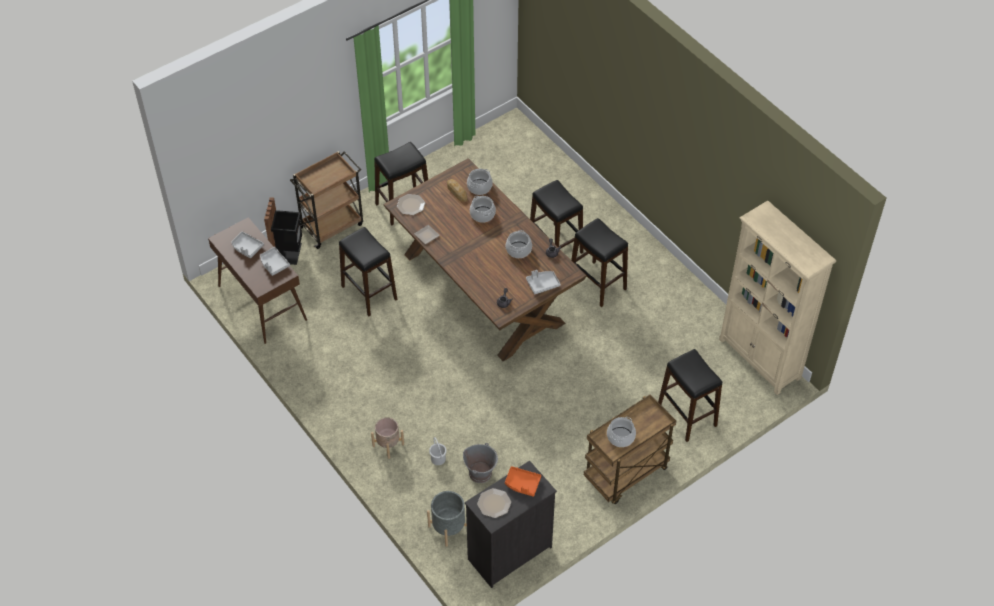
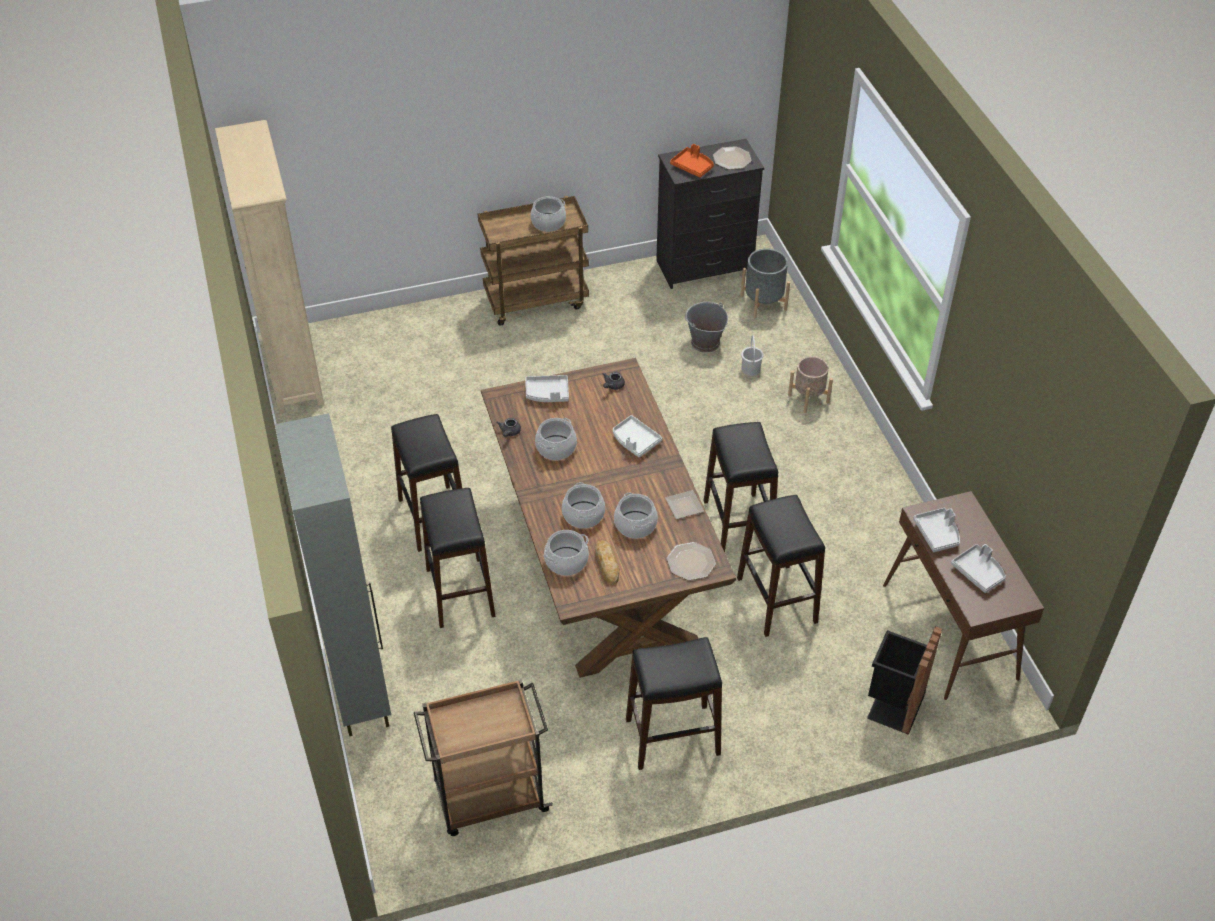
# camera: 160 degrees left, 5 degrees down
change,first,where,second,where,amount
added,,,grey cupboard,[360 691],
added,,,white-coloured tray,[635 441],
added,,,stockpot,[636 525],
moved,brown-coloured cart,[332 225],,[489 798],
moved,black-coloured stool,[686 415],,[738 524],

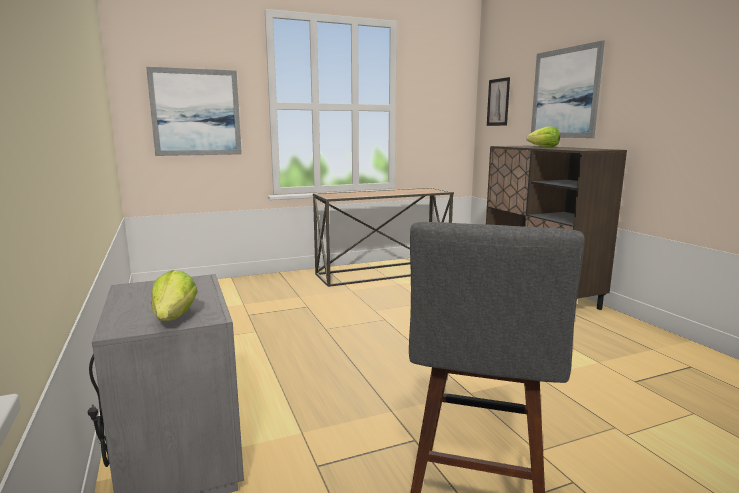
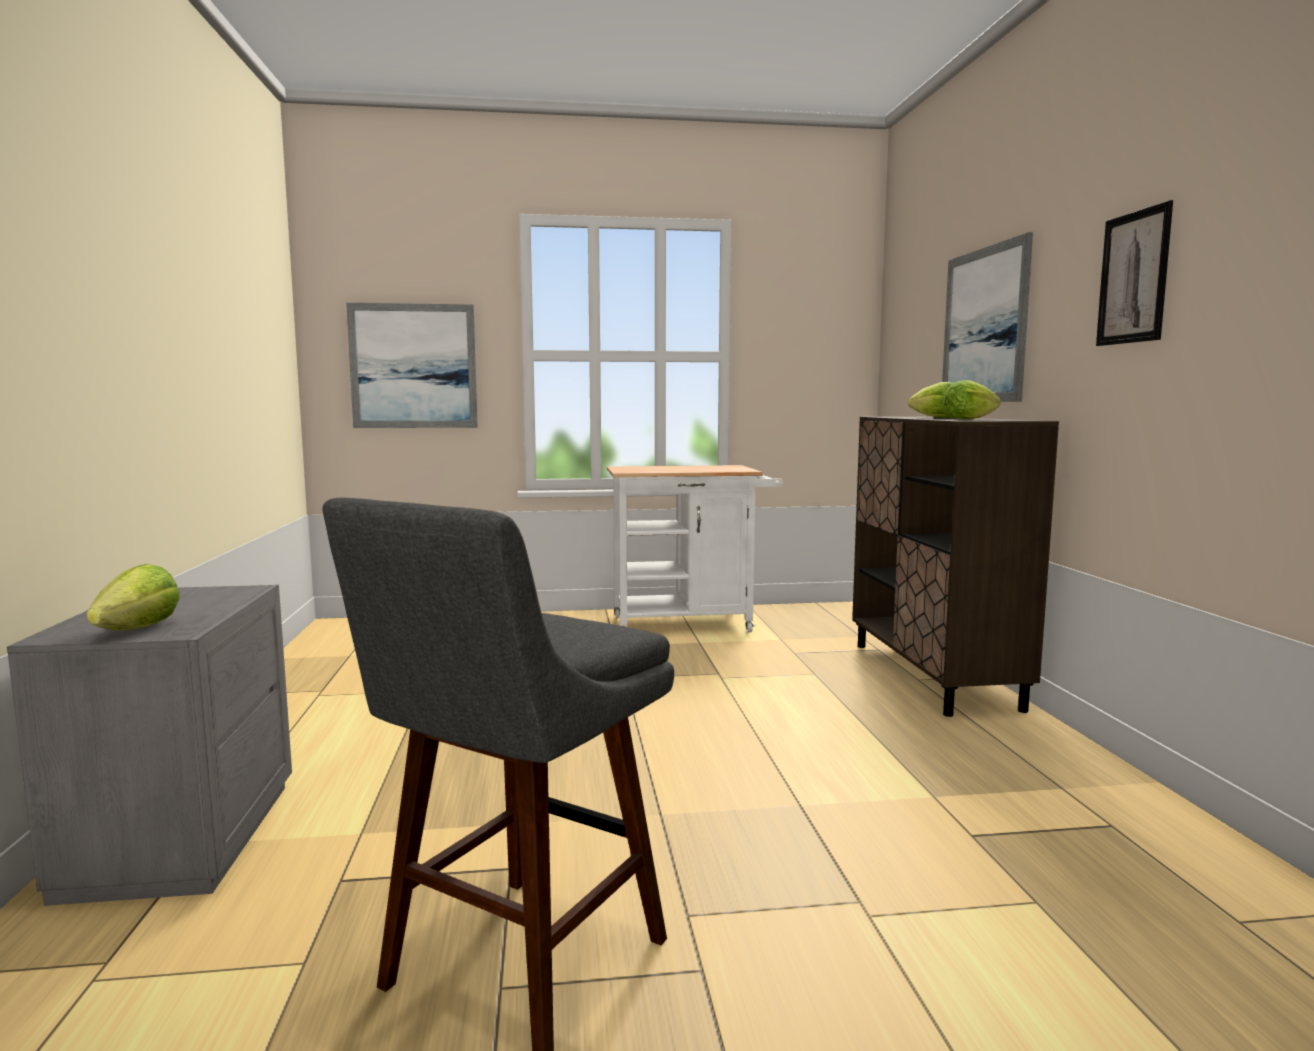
# camera: 15 degrees right, 5 degrees down
change,first,where,second,where,amount
added,,,lettuce,[968 419],
moved,picture,[498 102],,[1133 277],
replaced,hall table,[383 272],white-coloured cart,[691 623],

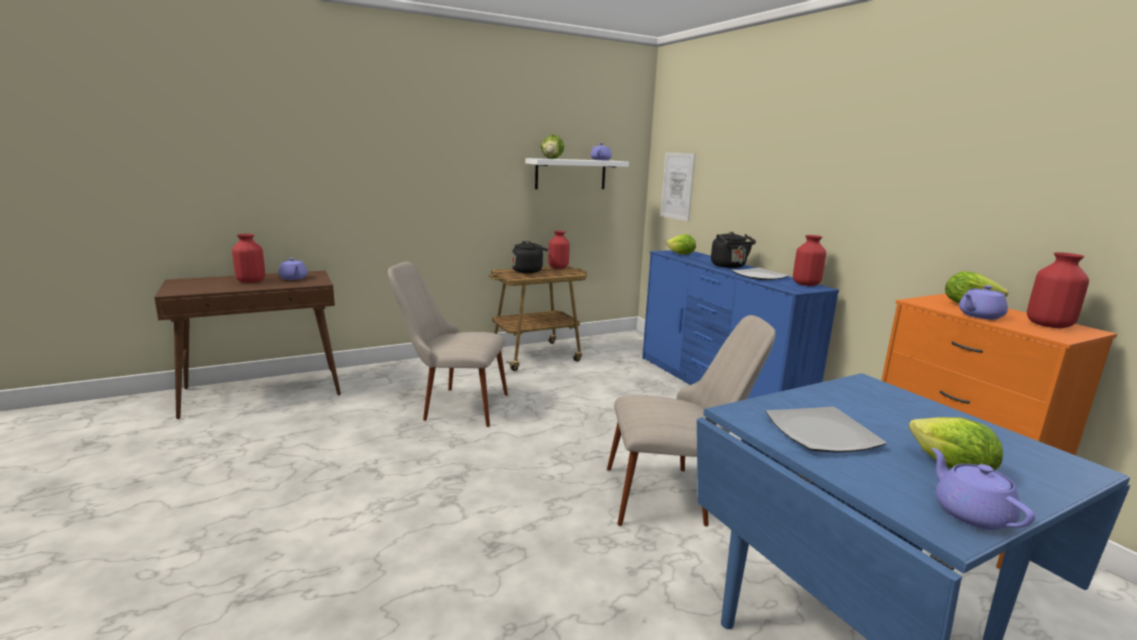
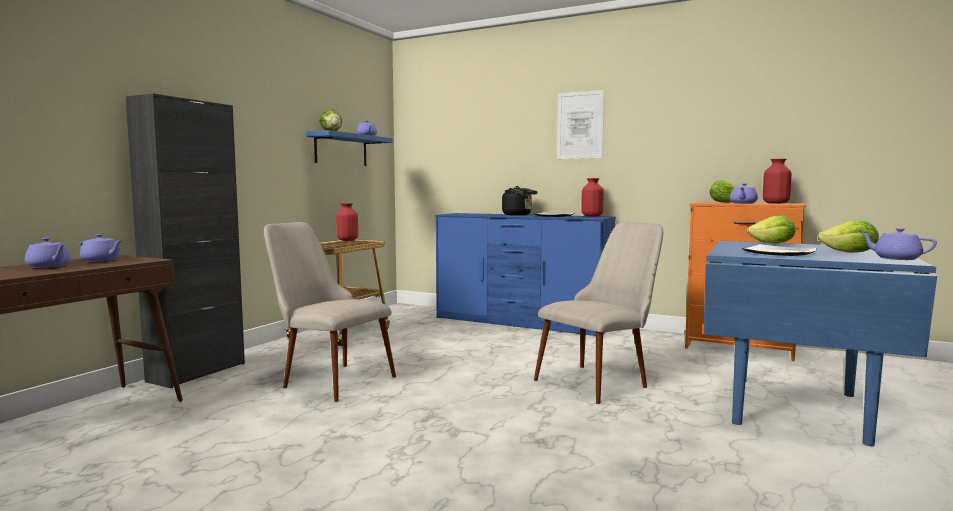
# camera: 35 degrees left, 10 degrees down
change,first,where,second,where,amount
removed,black-coloured kettle,[529 271],,,
added,,,black-coloured cupboard,[197 372],
moved,picture,[677 186],,[580 125],
moved,lettuce,[681 254],,[773 243],
replaced,red decorative vase,[251 281],purple-coloured teapot,[49 266],
recoloured,white-coloured bracket shelf,[570 174],bluish bracket shelf,[341 149],
turned,sand-coloured plain chair,[451 405],,[327 378],60 degrees clockwise

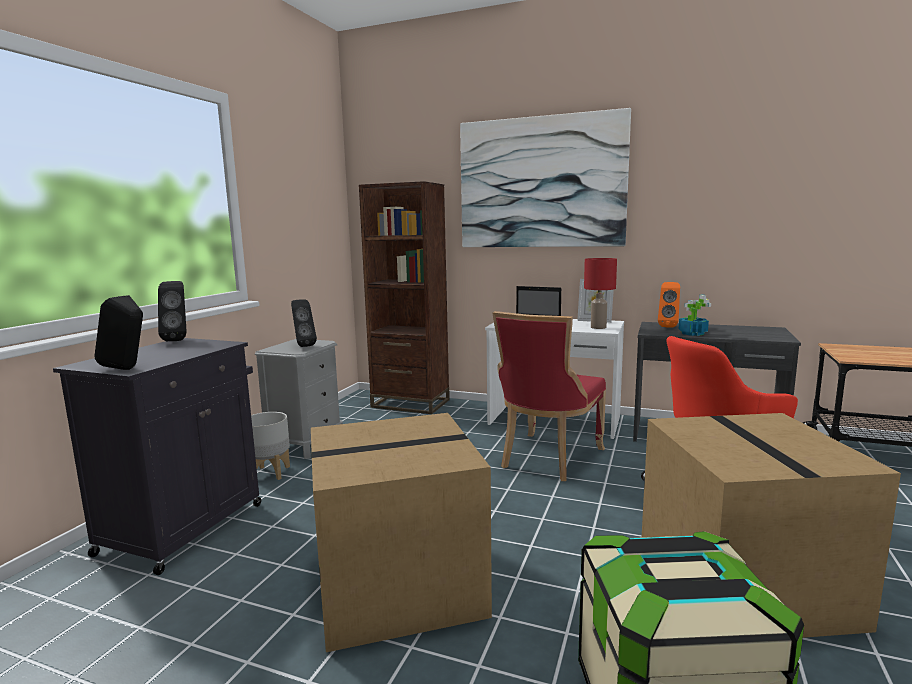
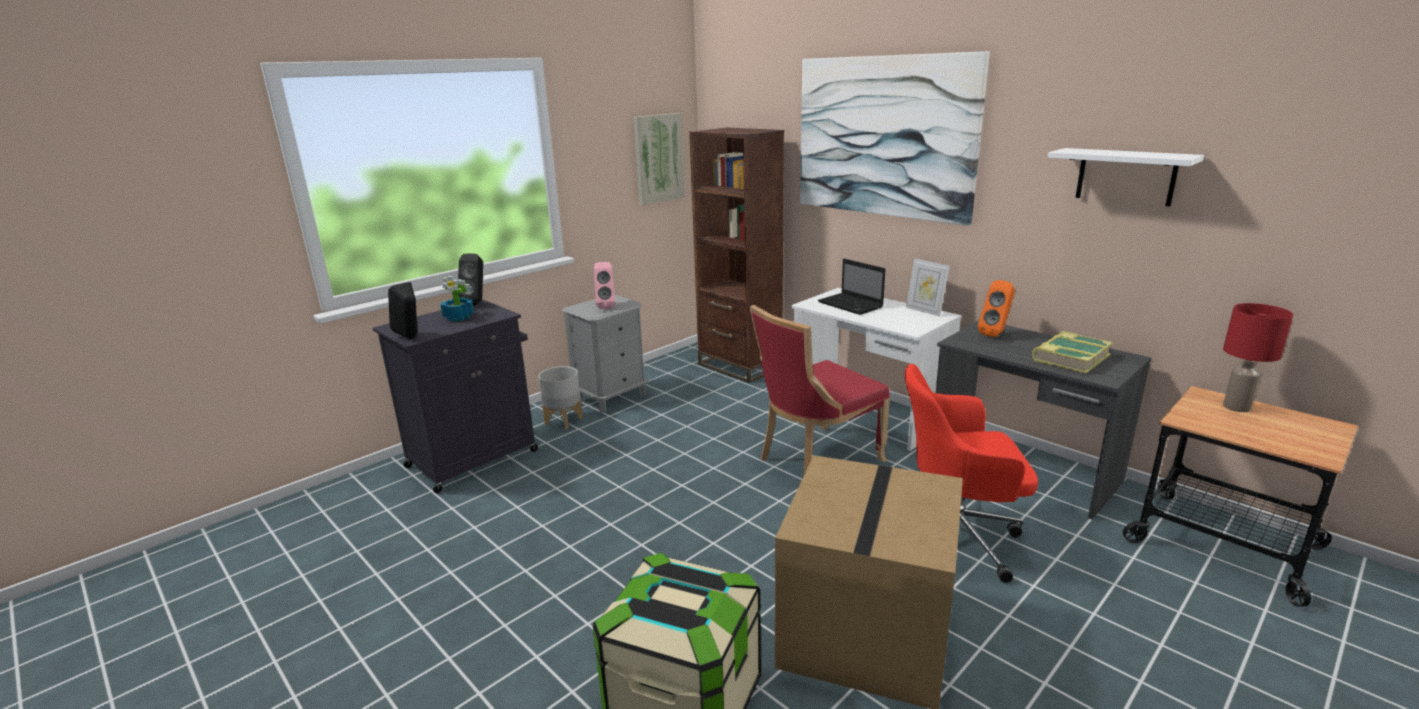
# camera: 25 degrees right, 10 degrees up
change,first,where,second,where,amount
removed,carton,[400 581],,,
added,,,picture,[658 158],
added,,,volume,[1070 358],
added,,,white-coloured bracket shelf,[1125 176],
moved,red table lamp,[598 327],,[1236 407],
moved,houseplant,[692 333],,[459 317],
recoloured,black-coloured audio speaker,[303 346],pink-coloured audio speaker,[606 306],

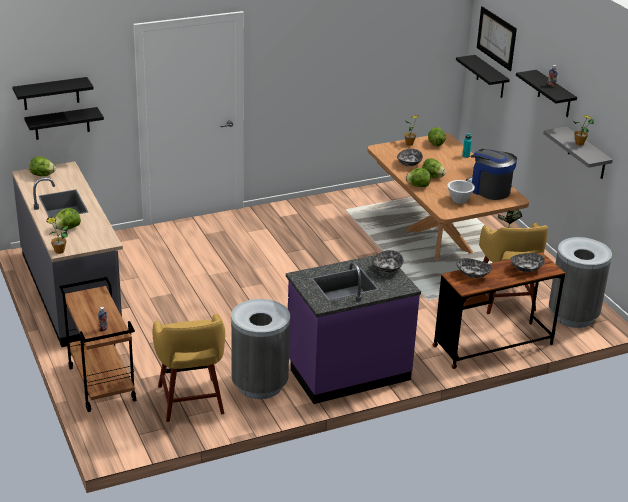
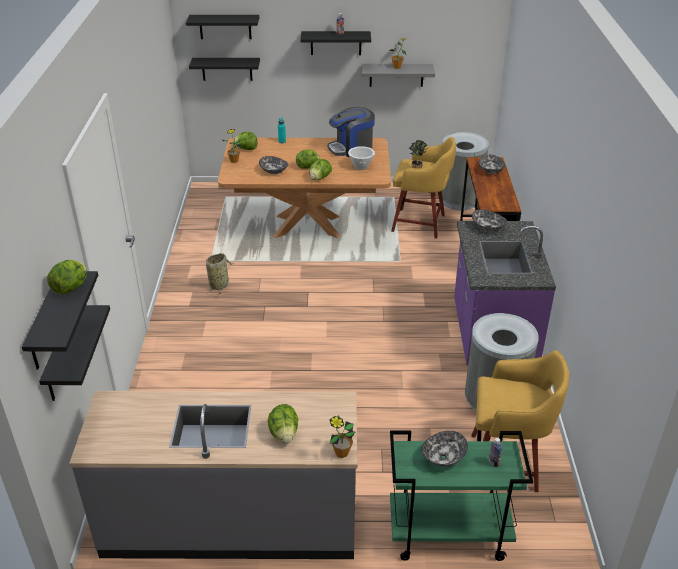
# camera: 65 degrees left, 5 degrees up
change,first,where,second,where,amount
added,,,storage basket,[219 284],
moved,lettuce,[42 175],,[71 288],
moved,serving bowl,[473 275],,[443 457],
replaced,picture,[496 38],black-coloured bracket shelf,[225 26],
recoloured,brown-coloured cart,[101 384],greenish cart,[447 535],

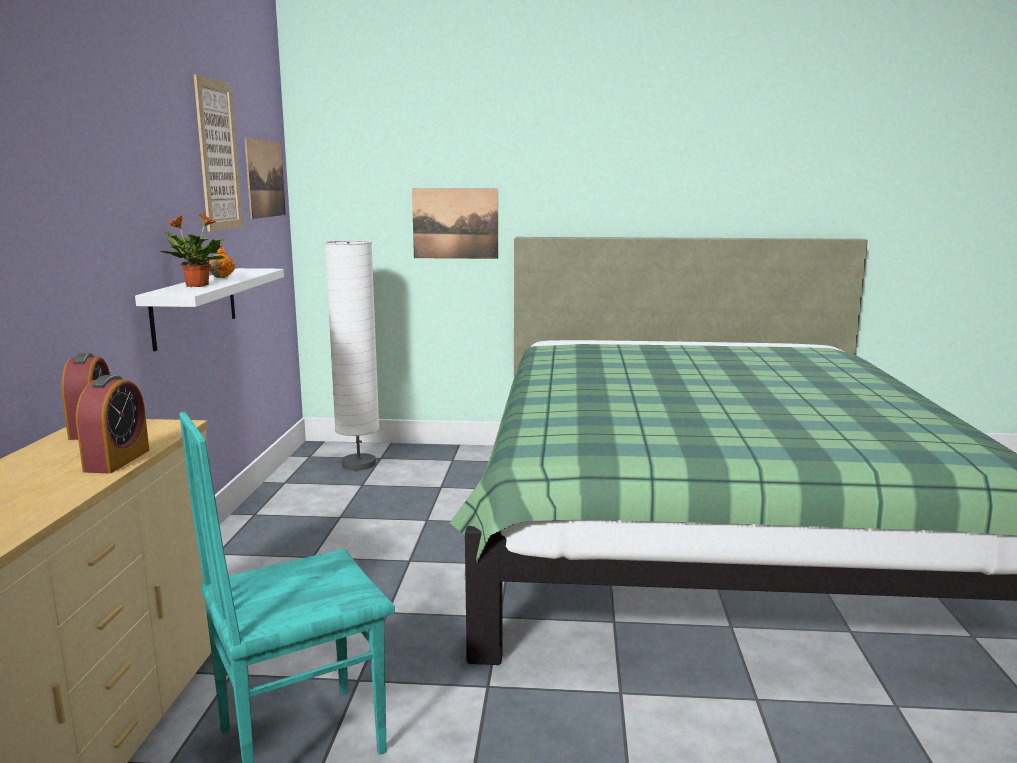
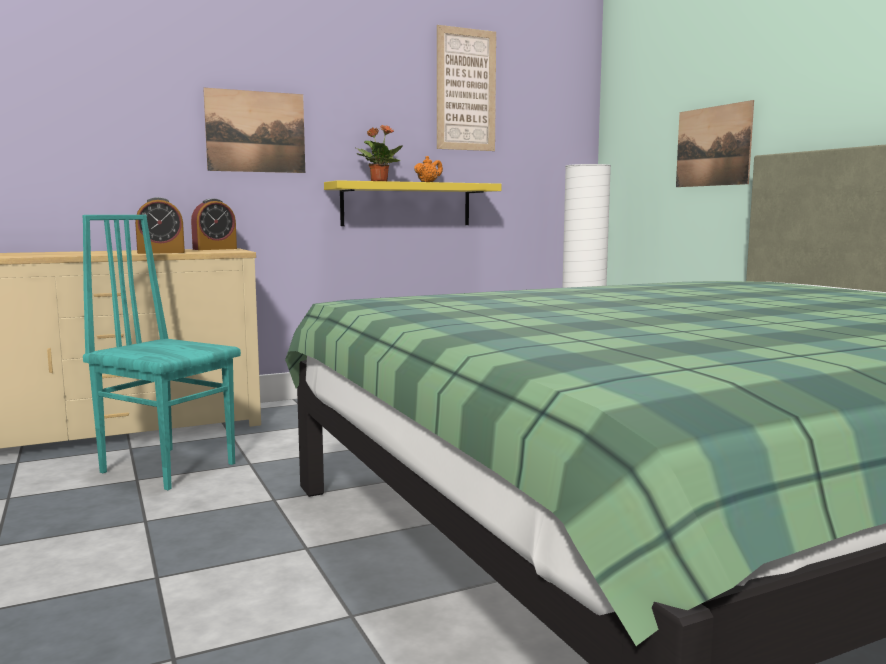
# camera: 60 degrees right, 5 degrees down
change,first,where,second,where,amount
moved,picture,[265 178],,[256 131],
recoloured,white-coloured bracket shelf,[195 306],yellowish bracket shelf,[406 204],

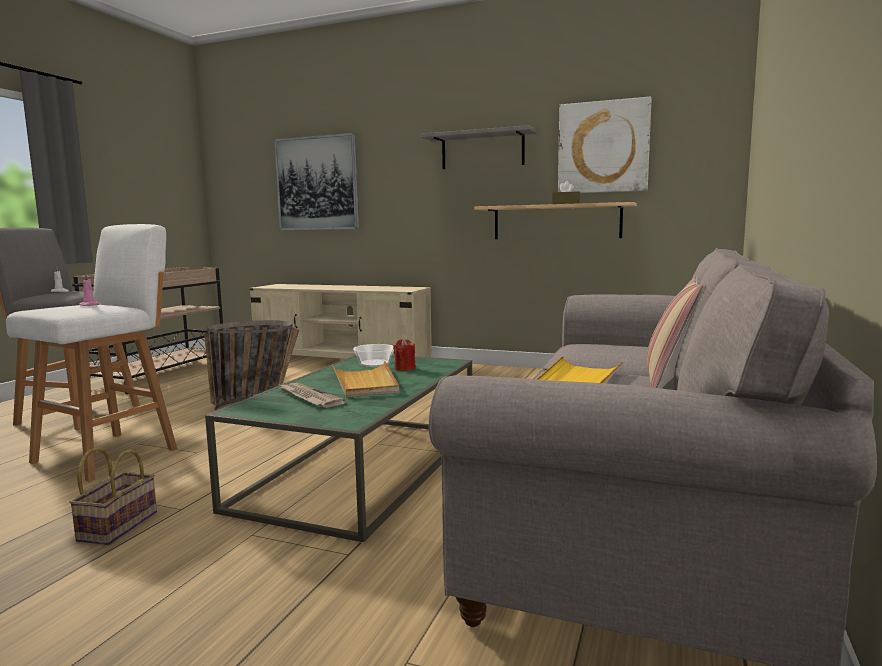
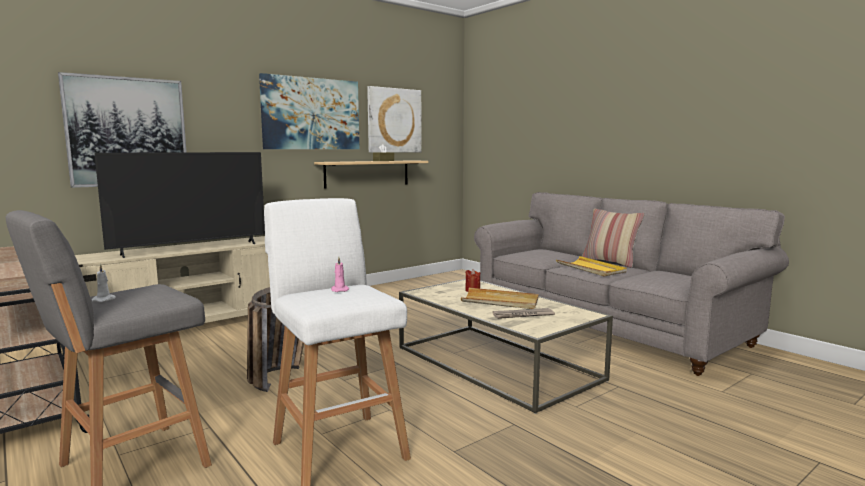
# camera: 60 degrees left, 0 degrees up
change,first,where,second,where,amount
removed,storage basket,[118 525],,,
removed,serving bowl,[375 363],,,
added,,,television,[191 249],
replaced,grey bracket shelf,[482 150],picture,[311 114],
recoloured,greenish lounge table,[364 468],sand-coloured lounge table,[497 363],

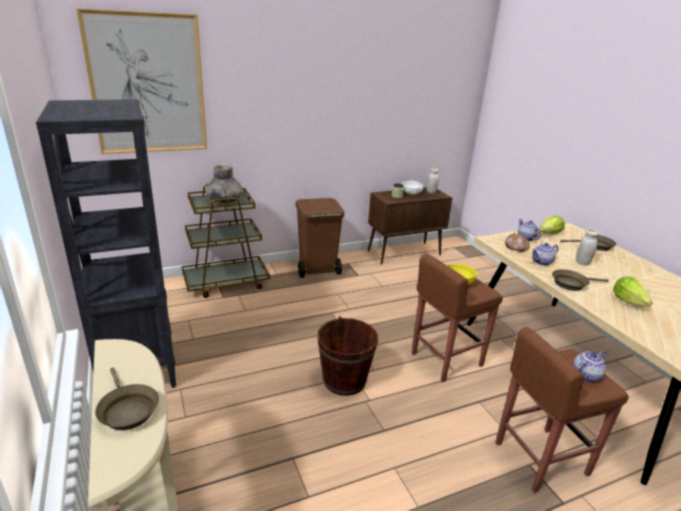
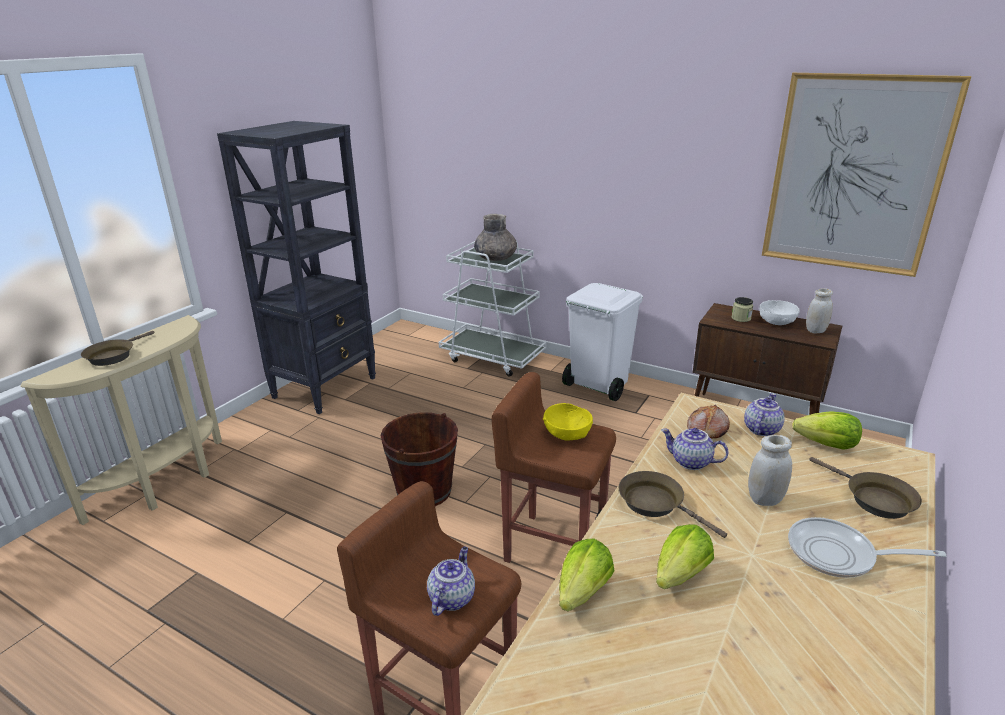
# camera: 55 degrees right, 0 degrees up
change,first,where,second,where,amount
added,,,lettuce,[583 592],
added,,,frying pan,[838 555],
moved,picture,[148 85],,[855 175],
recoloured,brown-coloured cart,[226 282],white-coloured cart,[493 357],
recoloured,brown-coloured rubbish bin,[316 270],white-coloured rubbish bin,[598 386],
turned,teapot,[586 375],,[451 597],90 degrees counterclockwise

